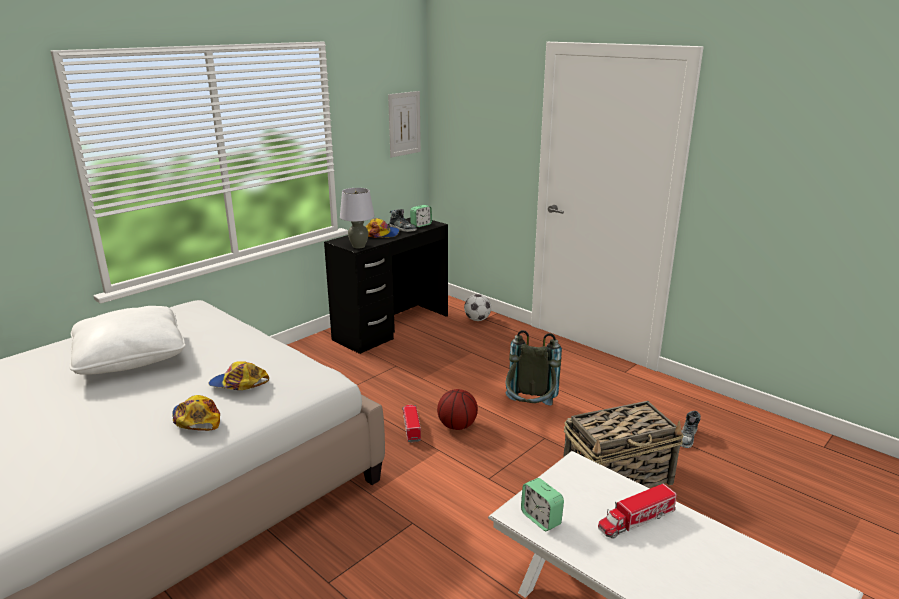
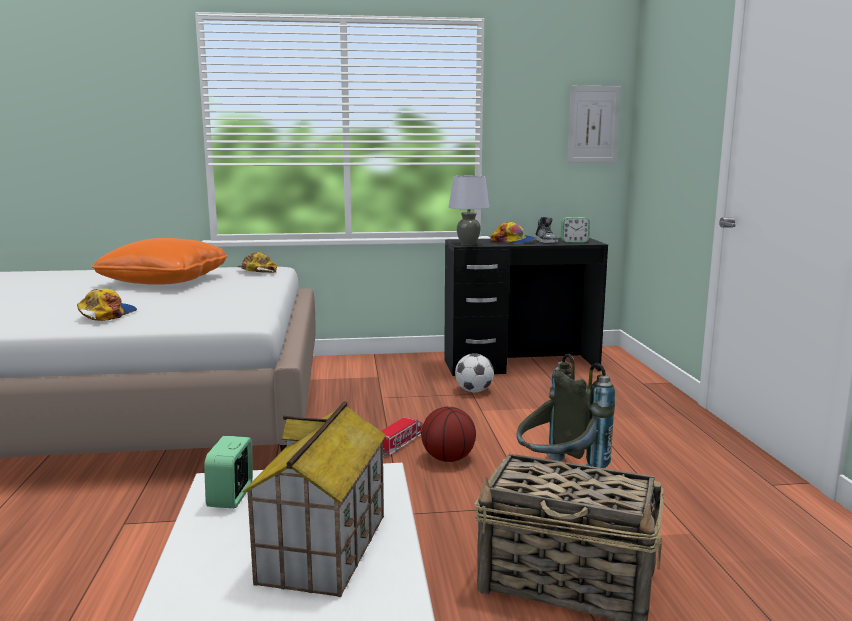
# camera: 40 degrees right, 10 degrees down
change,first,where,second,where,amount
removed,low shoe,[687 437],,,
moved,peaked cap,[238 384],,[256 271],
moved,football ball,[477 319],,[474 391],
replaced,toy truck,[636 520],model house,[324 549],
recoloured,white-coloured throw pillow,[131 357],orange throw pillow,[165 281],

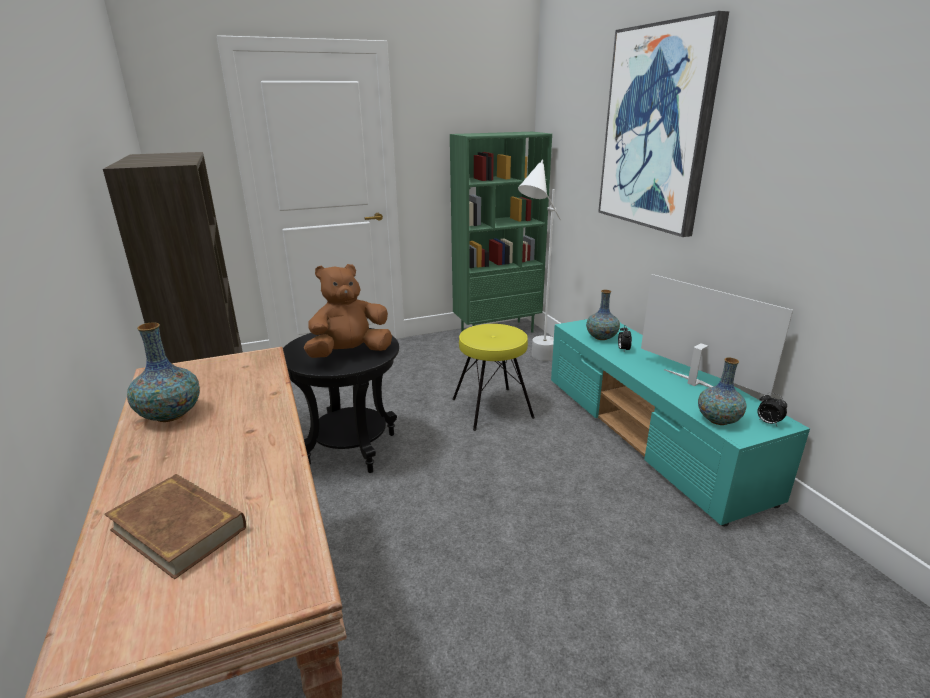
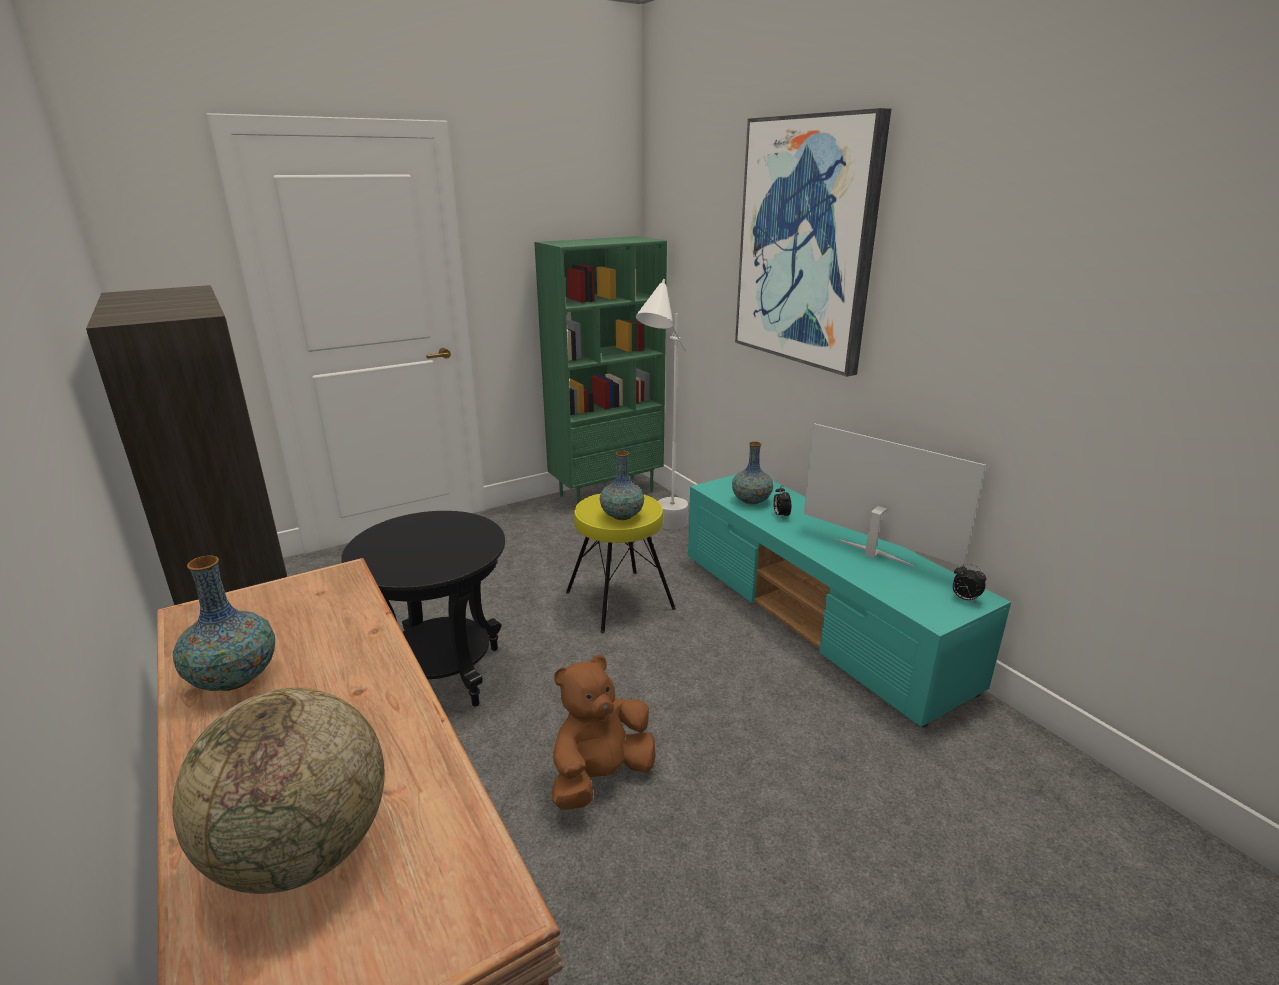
# camera: 10 degrees left, 0 degrees up
change,first,where,second,where,amount
moved,brown-coloured cuddly toy,[350 353],,[600 776],
moved,decorative vase,[718 420],,[622 516],
replaced,brown-coloured volume,[179 528],world globe,[303 851],

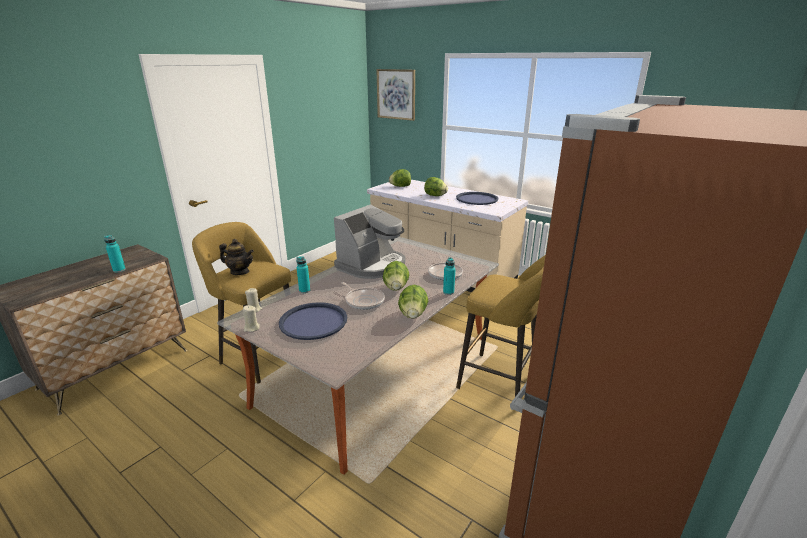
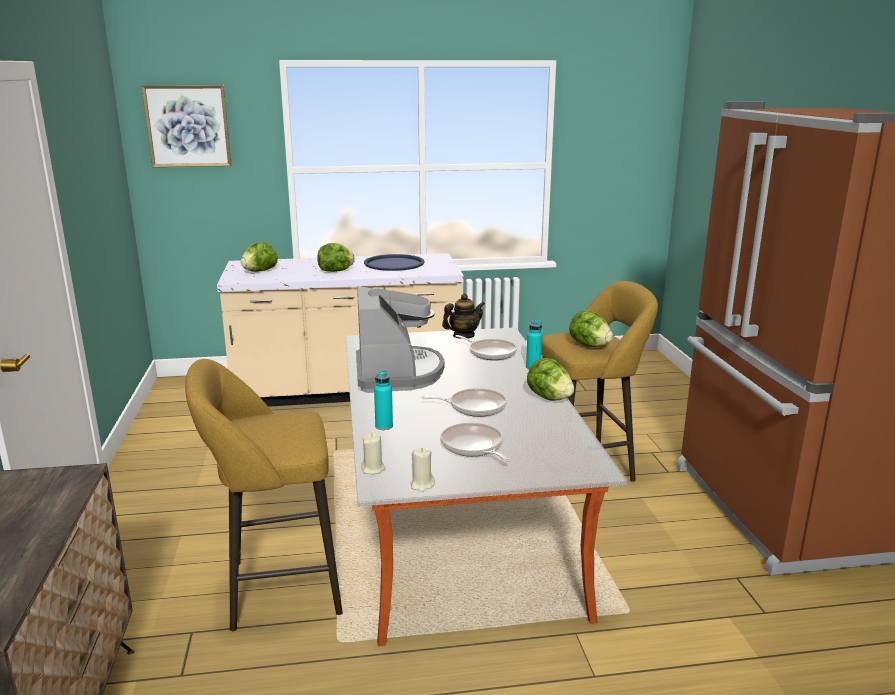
# camera: 45 degrees left, 5 degrees down
change,first,where,second,where,amount
removed,turquoise drink bottle,[119 270],,,
moved,teapot,[240 272],,[463 336],
moved,lettuce,[396 288],,[589 345],
replaced,bluish tray,[313 322],frying pan,[473 447],

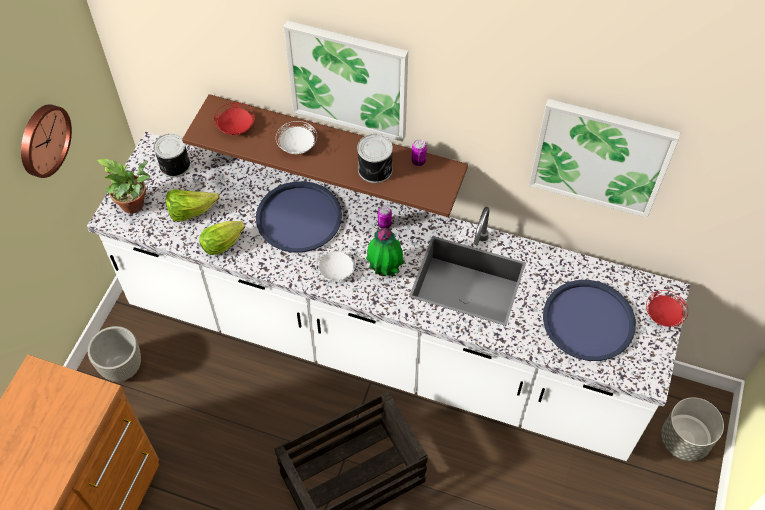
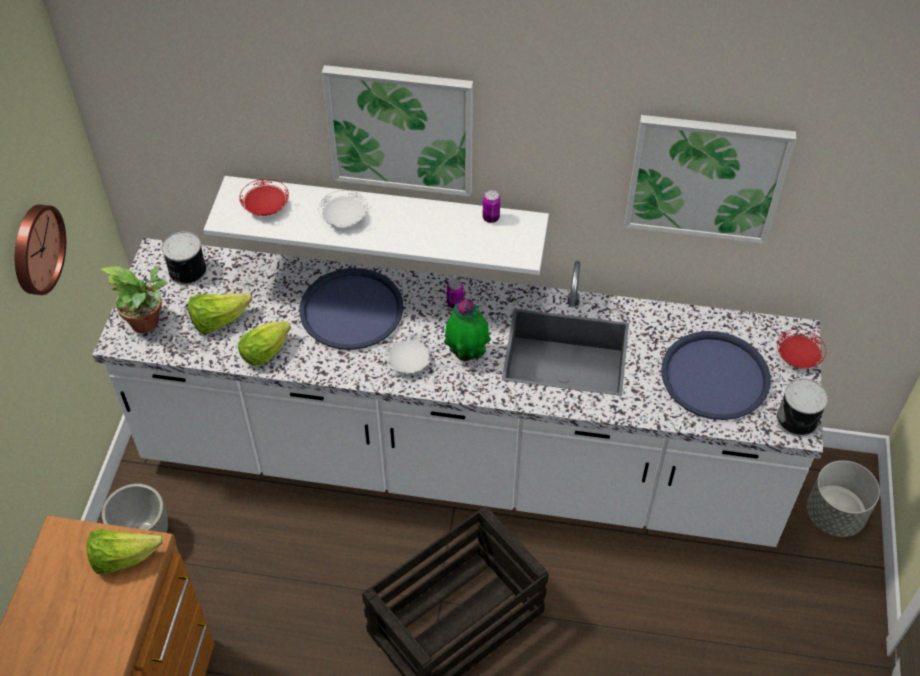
# camera: 10 degrees left, 5 degrees down
change,first,where,second,where,amount
added,,,lettuce,[123 558],
moved,can,[376 169],,[798 419],
recoloured,brown-coloured bracket shelf,[336 145],white-coloured bracket shelf,[386 216],

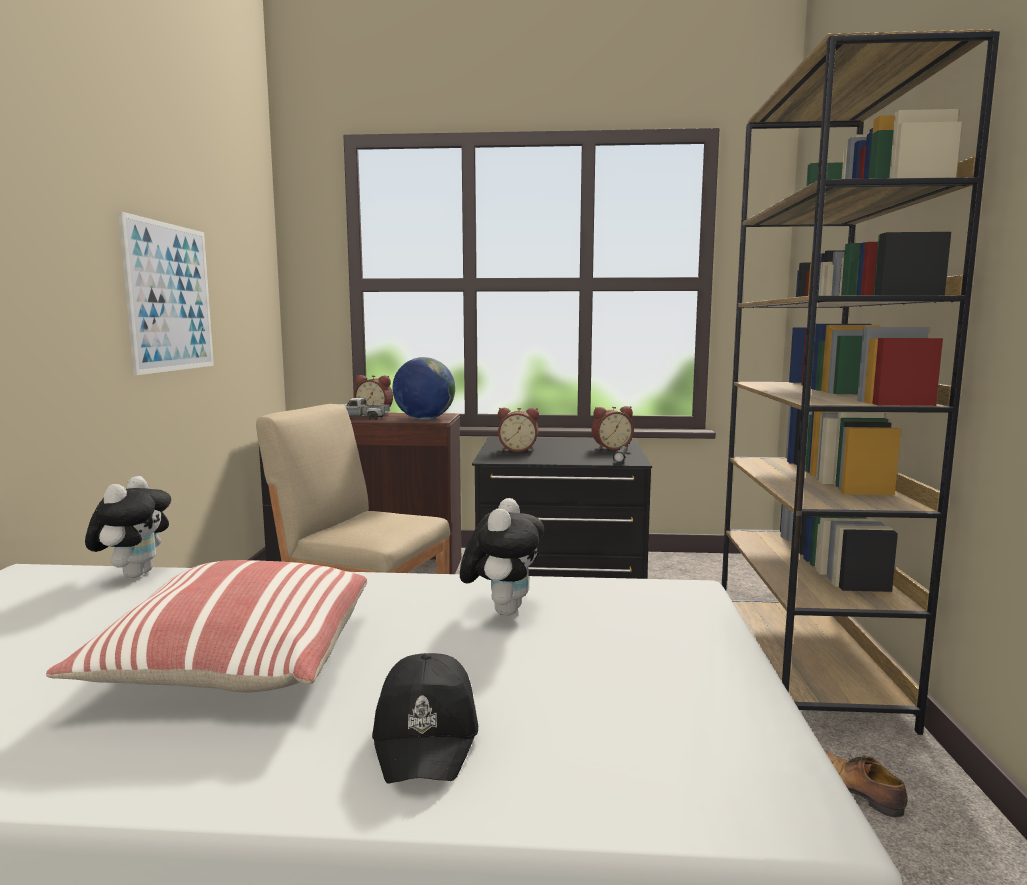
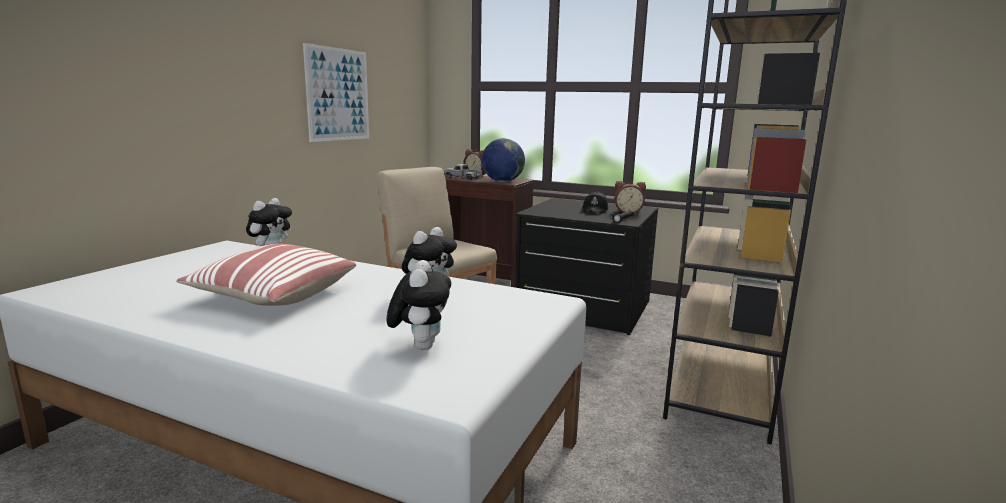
# camera: 20 degrees right, 5 degrees up
change,first,where,second,where,amount
removed,table clock,[518 450],,,
removed,low shoe,[857 790],,,
added,,,cuddly toy,[420 346],
moved,black-coloured peaked cap,[428 735],,[595 210],

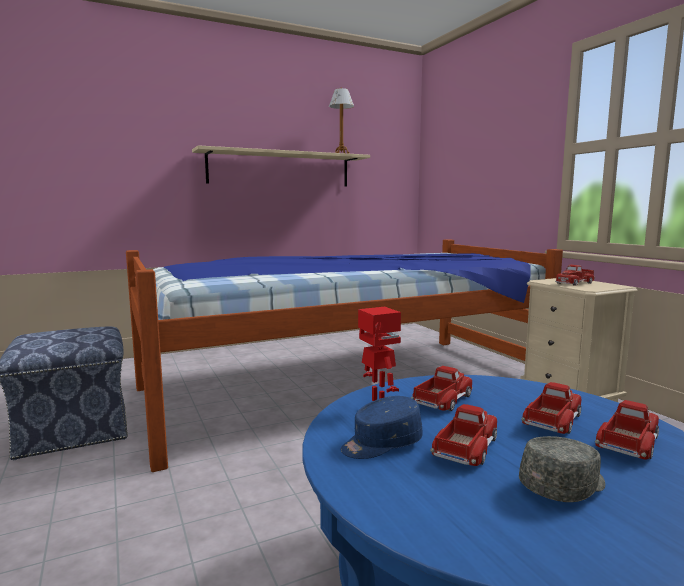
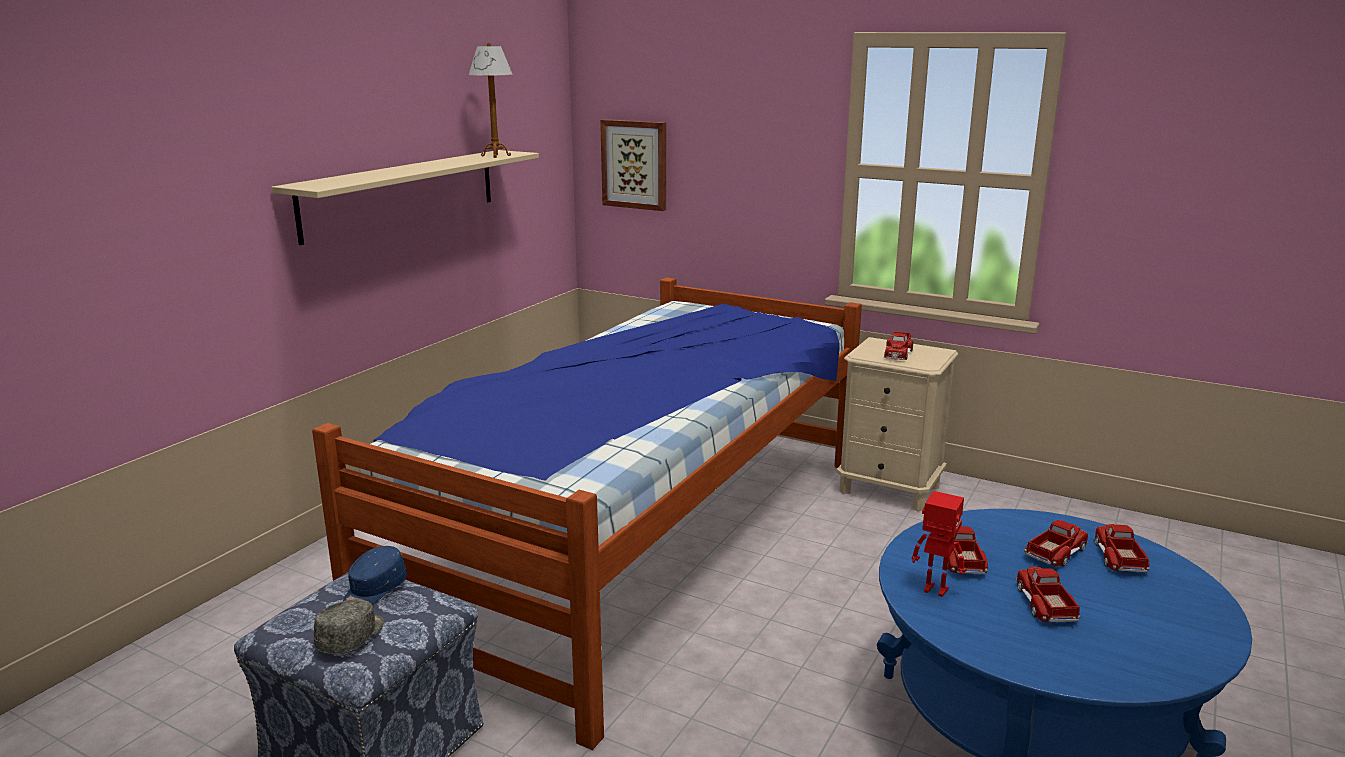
# camera: 35 degrees left, 10 degrees up
change,first,where,second,where,amount
added,,,picture,[635 164],
moved,bluish peaked cap,[381 444],,[373 591],
moved,grey peaked cap,[564 486],,[352 637],
turned,toy truck,[553 420],,[1056 553],45 degrees clockwise

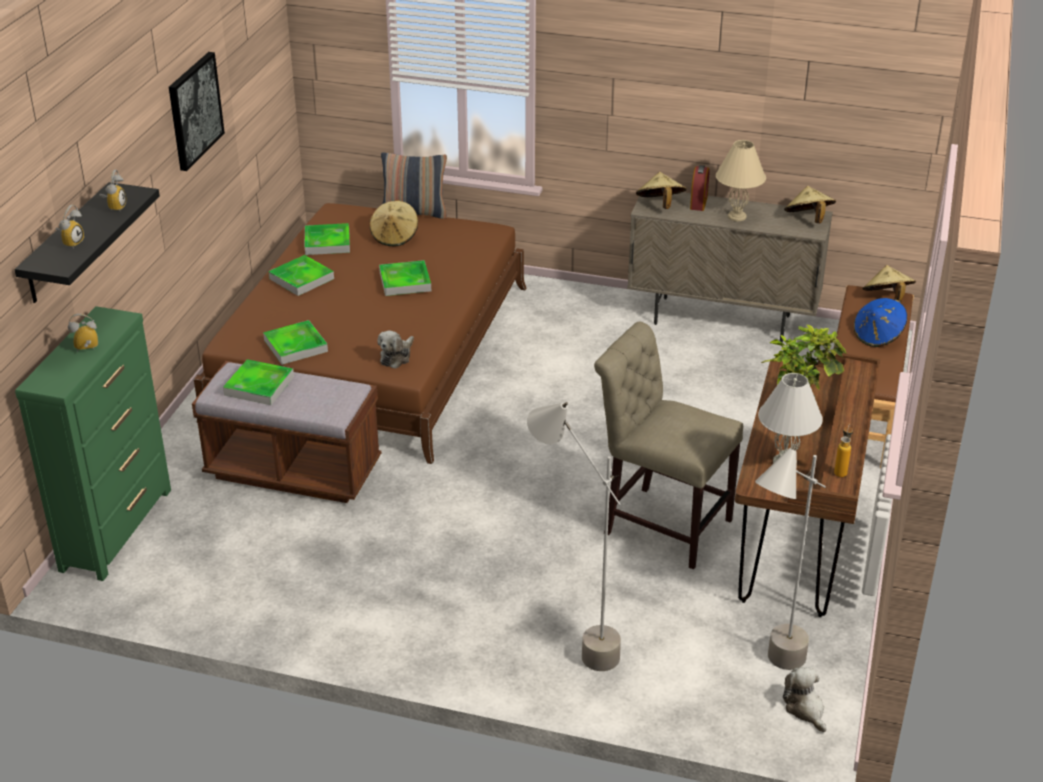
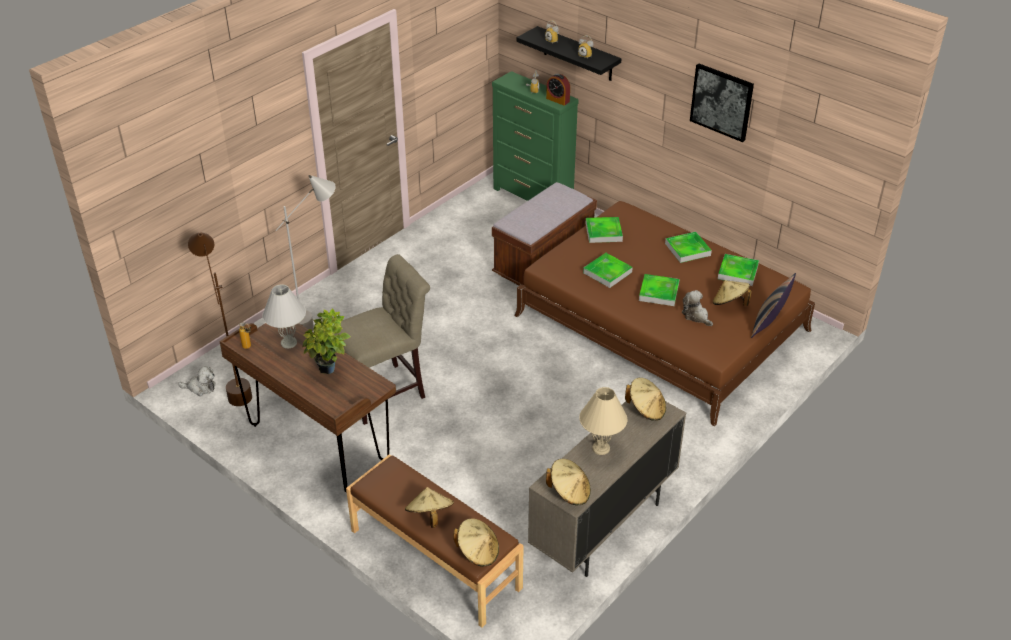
# camera: 115 degrees right, 5 degrees up
change,first,where,second,where,amount
moved,tray,[259 386],,[607 272],
moved,cuddly toy,[396 357],,[696 316],
moved,table clock,[698 202],,[558 100],
recoloured,grey floor lamp,[770 674],brown-coloured floor lamp,[234 385],
recoloured,bluish hat,[878 336],sand-coloured hat,[429 516],

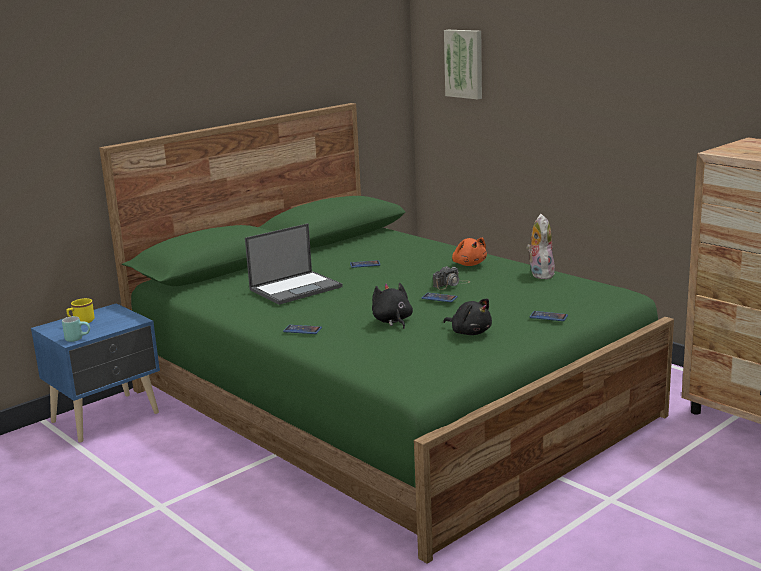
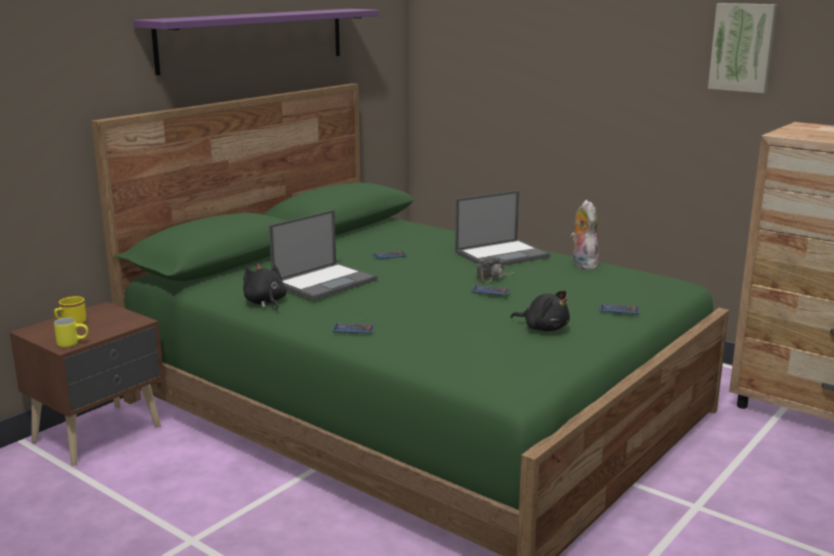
# camera: 10 degrees left, 0 degrees up
change,first,where,second,where,amount
added,,,purple-coloured bracket shelf,[254 39],
moved,black-coloured cuddly toy,[392 321],,[265 302],
moved,picture,[465 63],,[743 47],
replaced,orange cuddly toy,[469 264],portable computer,[502 254],
recoloured,bluish nightstand,[107 418],brown-coloured nightstand,[100 434],
recoloured,turquoise coffee mug,[78 338],yellowish coffee mug,[73 343],

